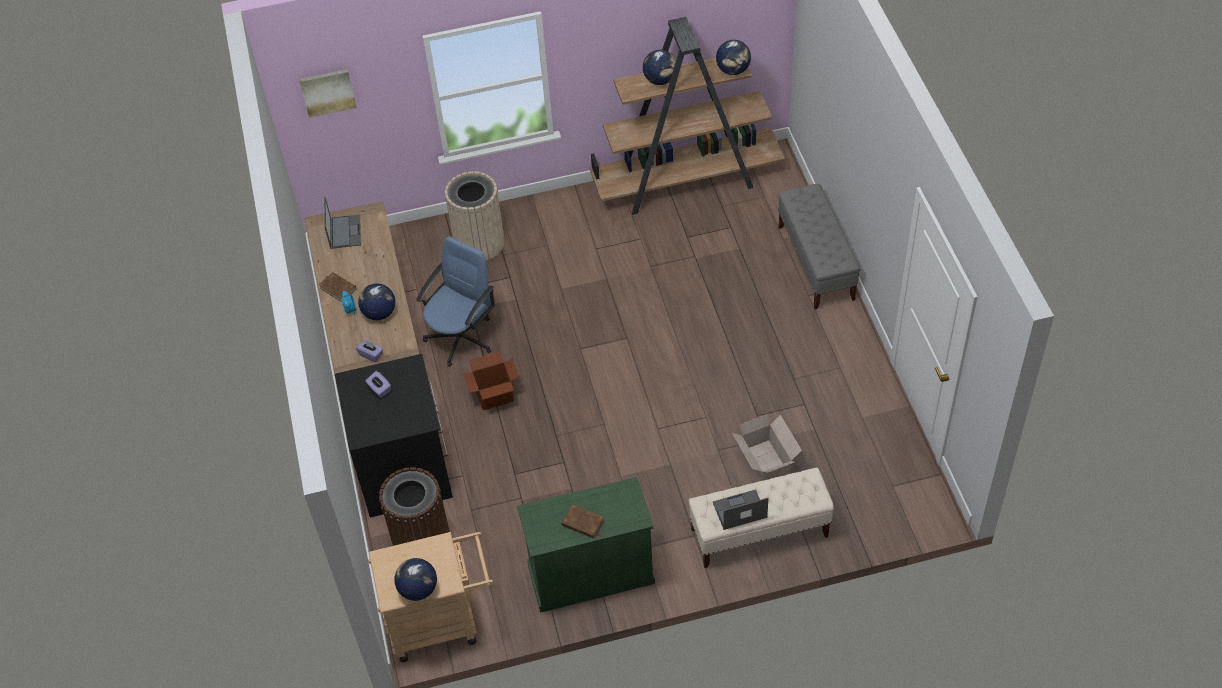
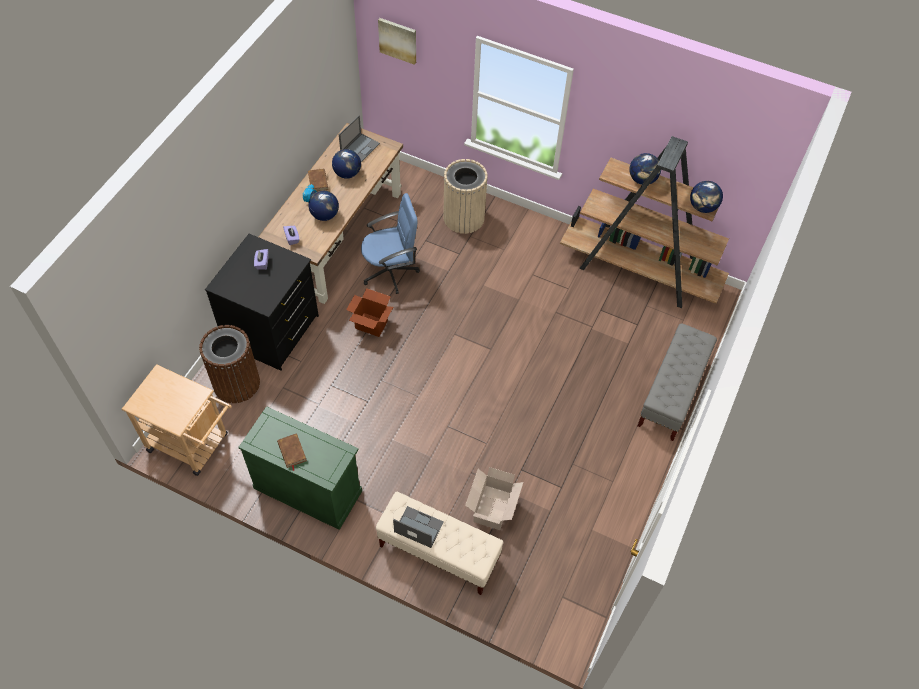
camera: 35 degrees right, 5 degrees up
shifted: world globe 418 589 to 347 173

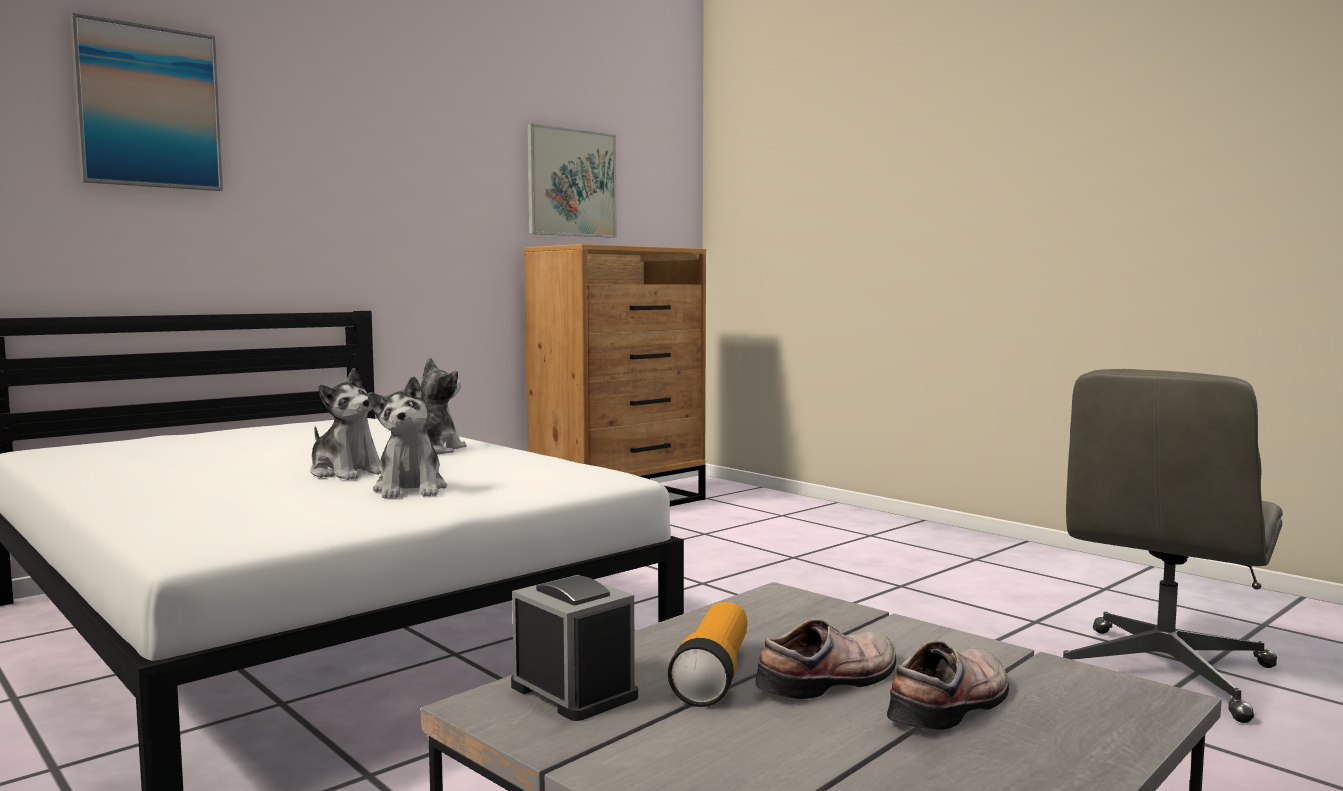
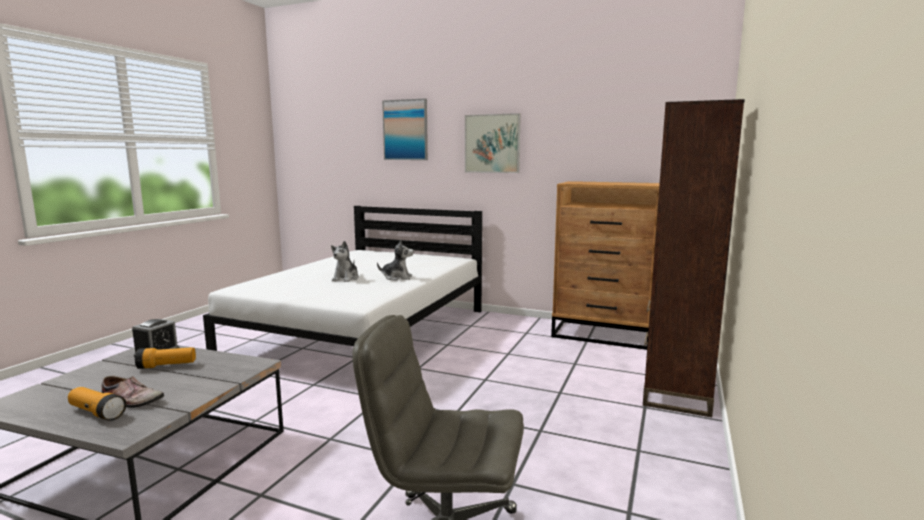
camera: 65 degrees right, 5 degrees up
gone: cuddly toy 410 489; low shoe 833 680
new: hand torch 97 413; brown bookcase 676 392
shifted: wall art 571 183 to 492 143

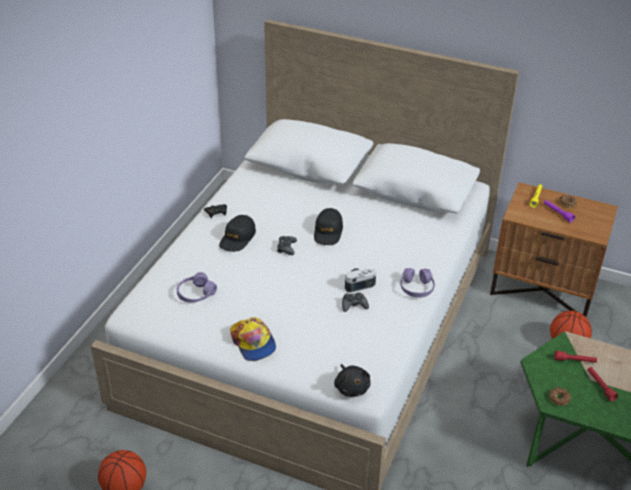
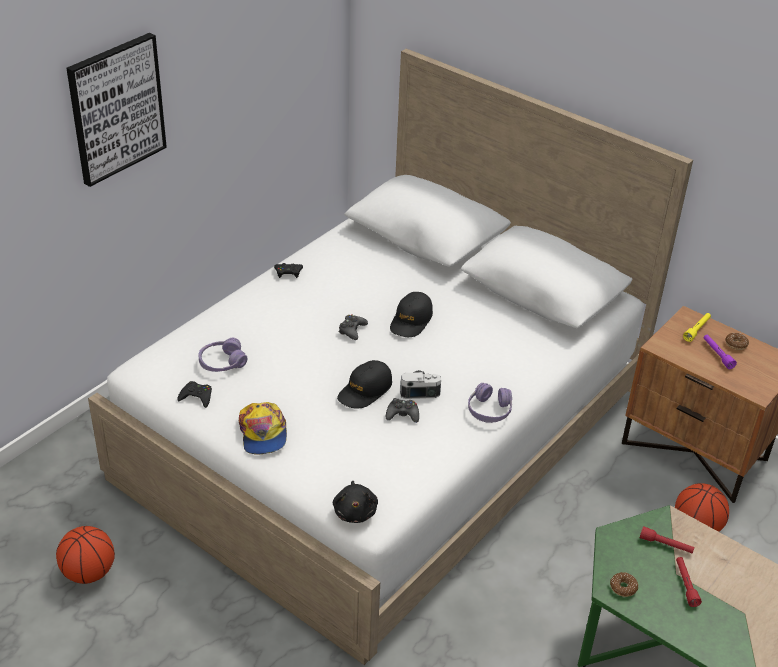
camera: 15 degrees right, 0 degrees up
new: wall art 116 108; black joypad 196 397
shifted: black baseball cap 237 238 to 365 391

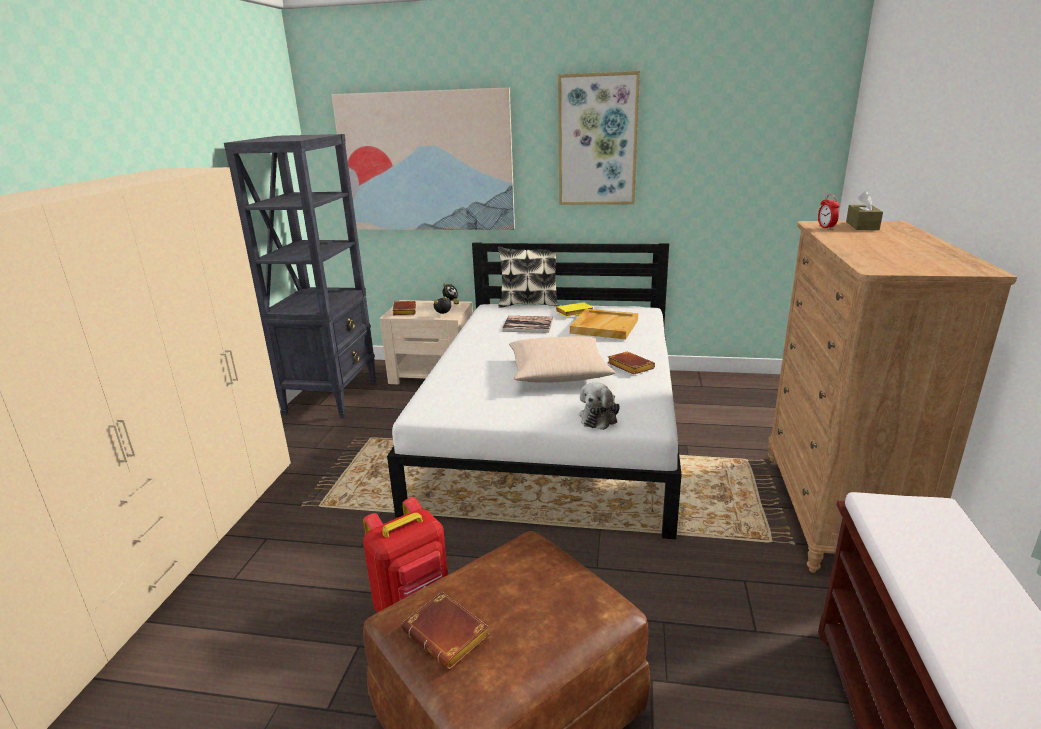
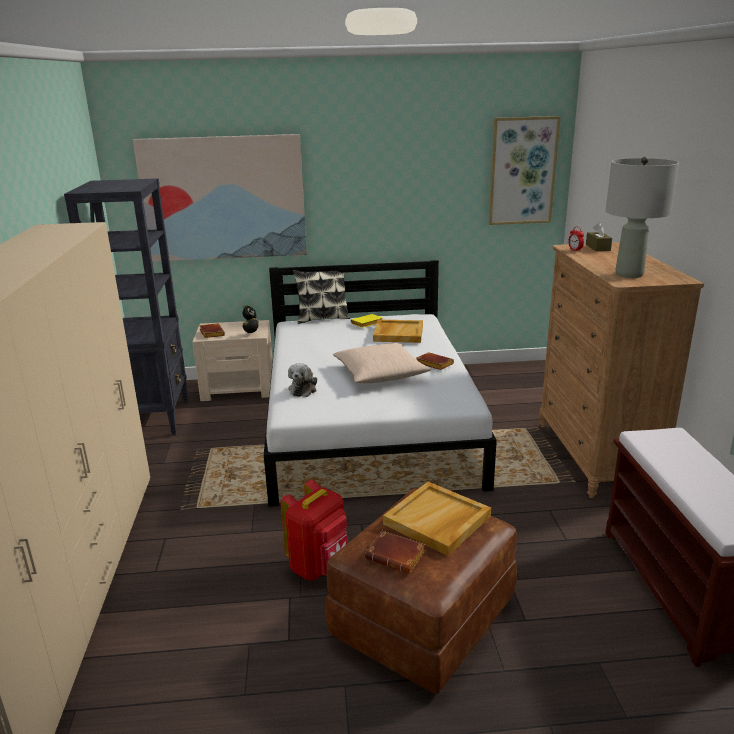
camera: 15 degrees left, 0 degrees up
gone: bound book 528 325
new: sand-coloured tray 437 521; grey table lamp 628 274
shifted: cuddly toy 600 417 to 303 389; wall art 597 140 to 522 171

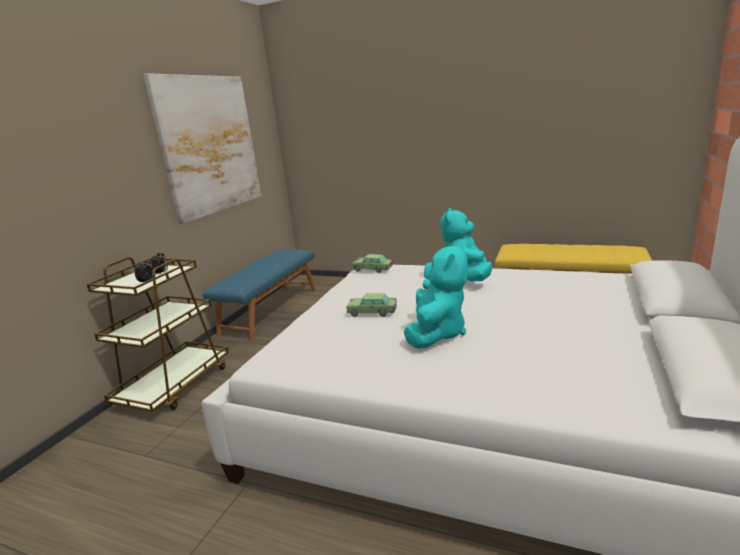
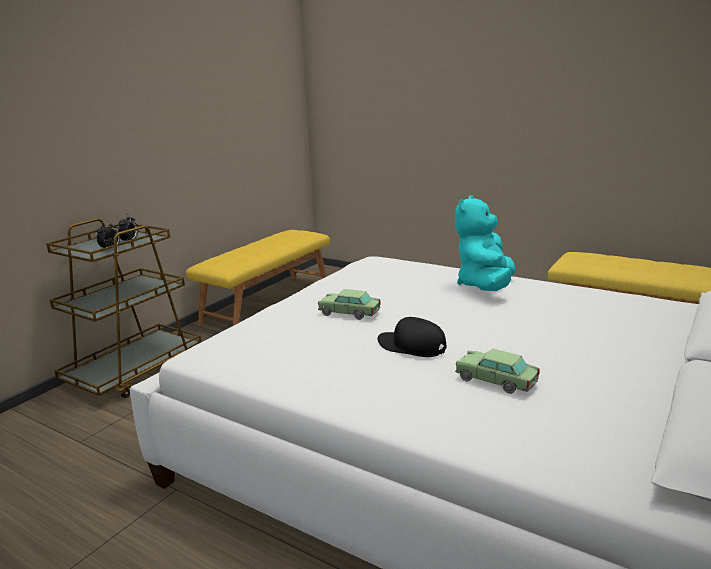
camera: 10 degrees right, 0 degrees up
gone: wall art 210 145
shifted: toy car 372 269 to 496 381
swapped: blue-green cuddly toy 436 333 to black baseball cap 411 346
repainted: bluish long seat 270 311 to yellow long seat 267 302

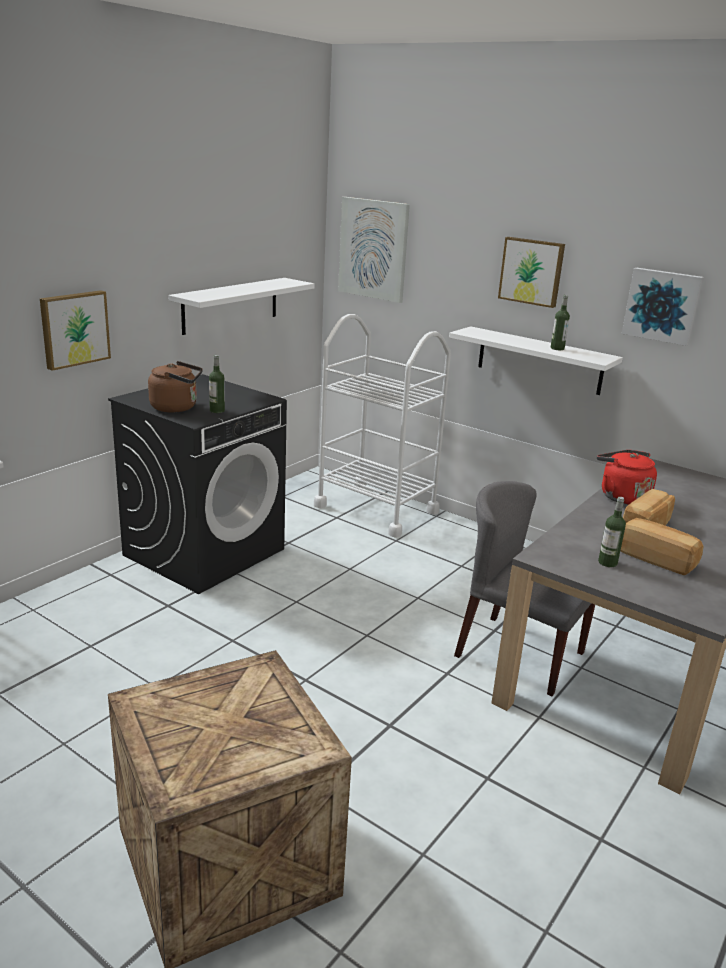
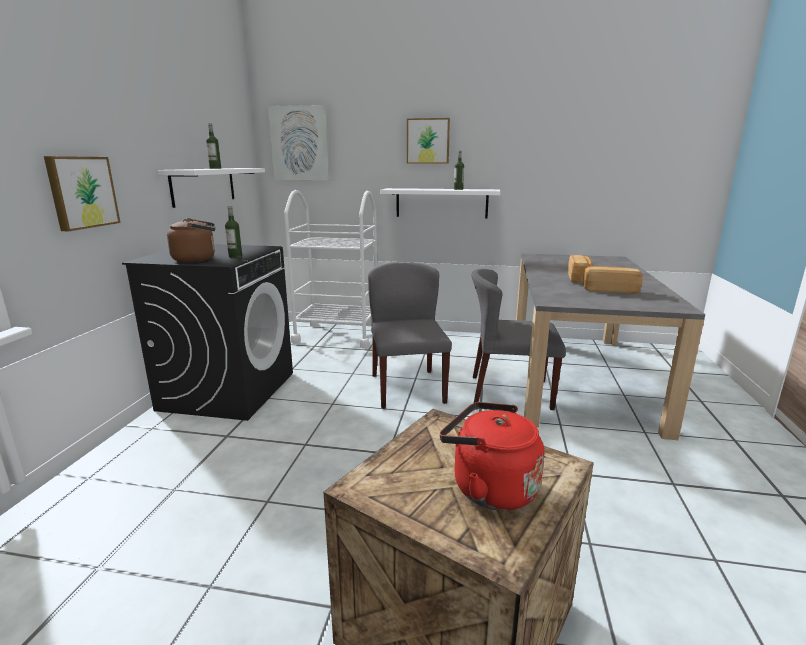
camera: 25 degrees left, 5 degrees down
gone: wall art 662 305
new: grey upright chair 407 388
shifted: beverage bottle 607 562 to 215 168; red-coloured tea kettle 621 496 to 489 487

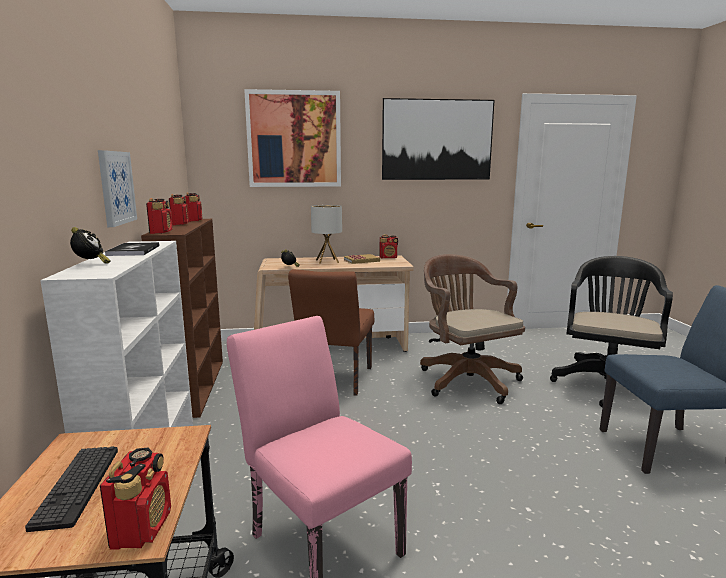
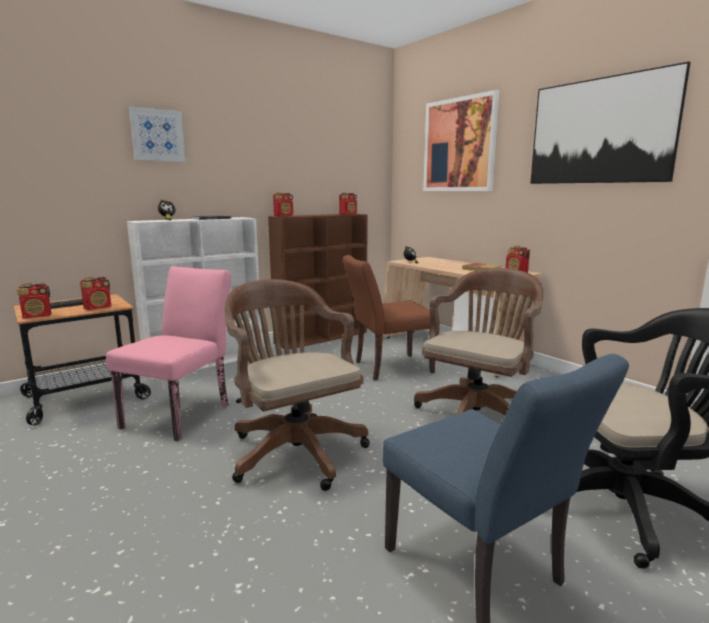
camera: 60 degrees right, 0 degrees up
gone: table lamp 327 261
new: brown computer chair 294 449
shifted: radio set 180 224 to 98 308; wall art 116 187 to 157 135

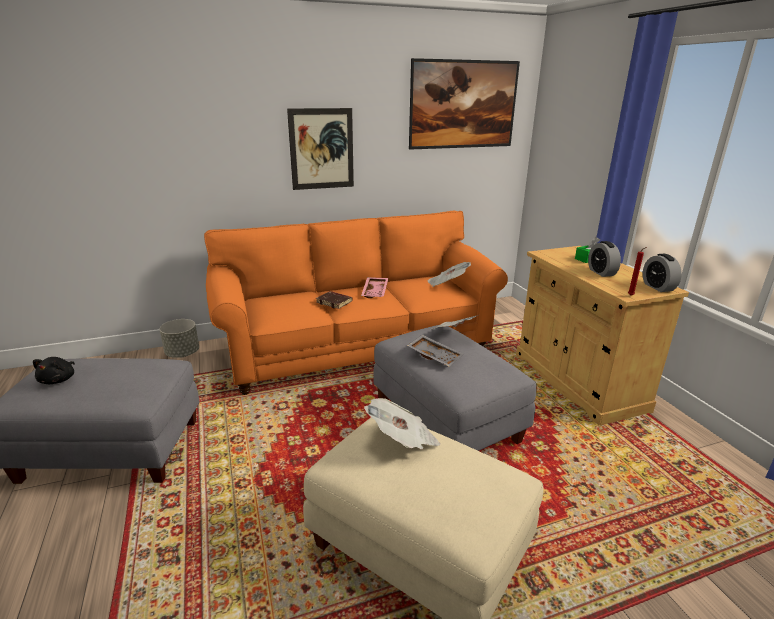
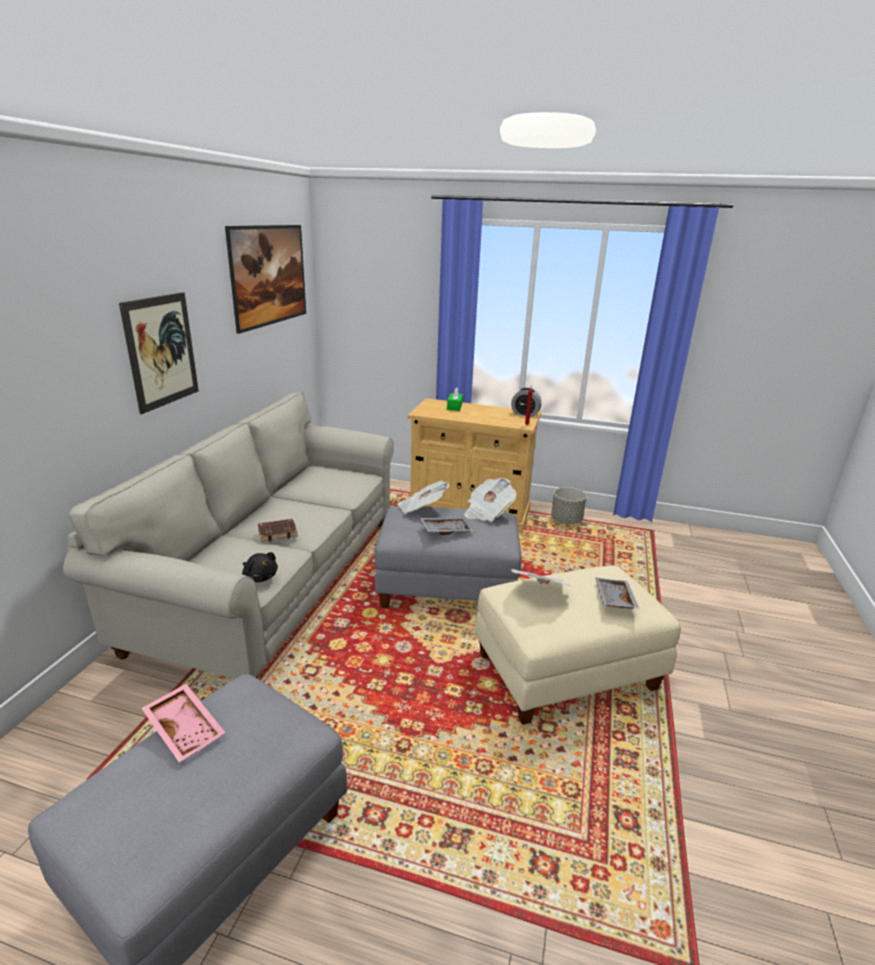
camera: 55 degrees left, 0 degrees up
gone: bedside clock 601 272
new: grey tray 613 599
shifted: pink tray 376 292 to 186 728; black cuddly toy 59 380 to 260 577; daily paper 447 284 to 487 512; grey planter 183 353 to 566 520
repainted: orange settee 356 347 to sand-coloured settee 275 579

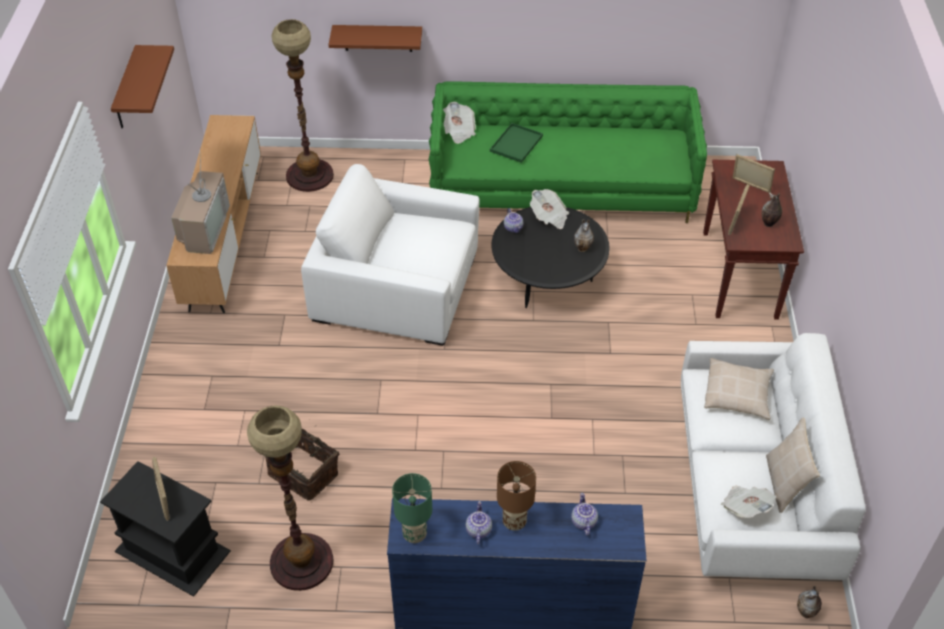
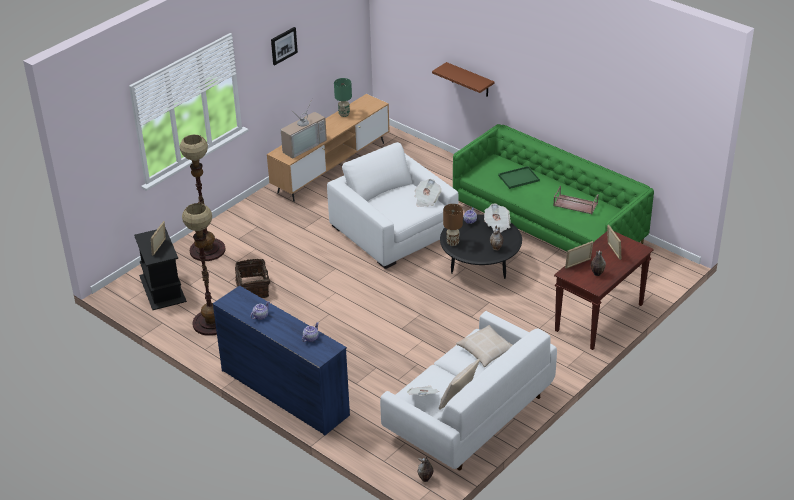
camera: 40 degrees right, 10 degrees down
new: brown tray 575 204
shifted: standing lamp 310 175 to 207 250; green table lamp 414 534 to 344 114; daily paper 458 131 to 426 200; brown table lamp 514 522 to 452 243
swapped: brown wall shelf 126 90 to wall art 283 45

